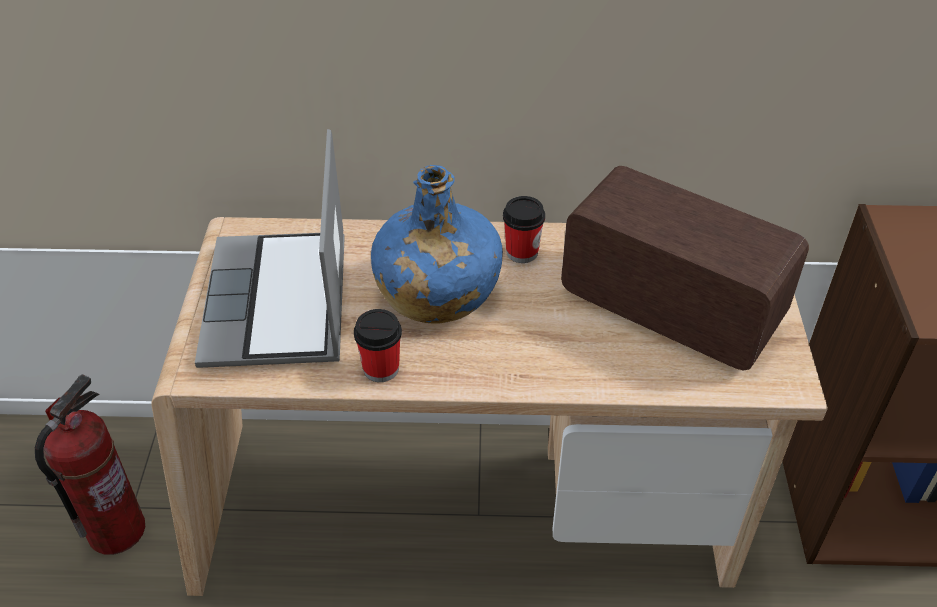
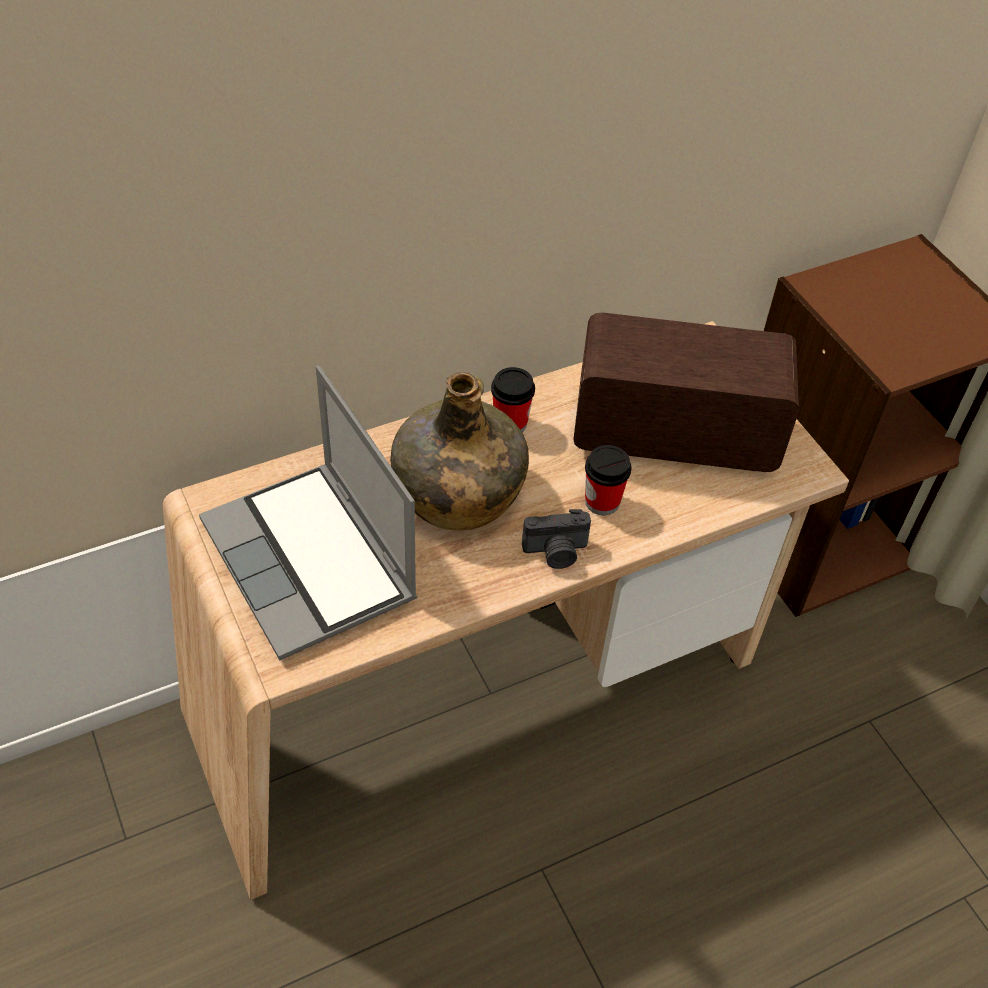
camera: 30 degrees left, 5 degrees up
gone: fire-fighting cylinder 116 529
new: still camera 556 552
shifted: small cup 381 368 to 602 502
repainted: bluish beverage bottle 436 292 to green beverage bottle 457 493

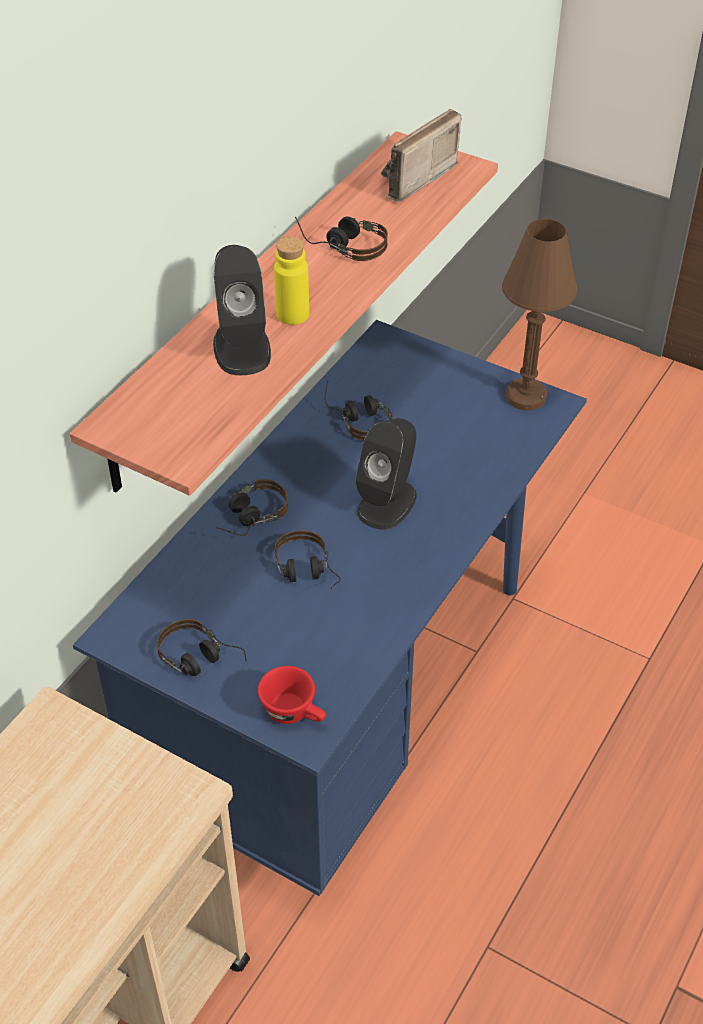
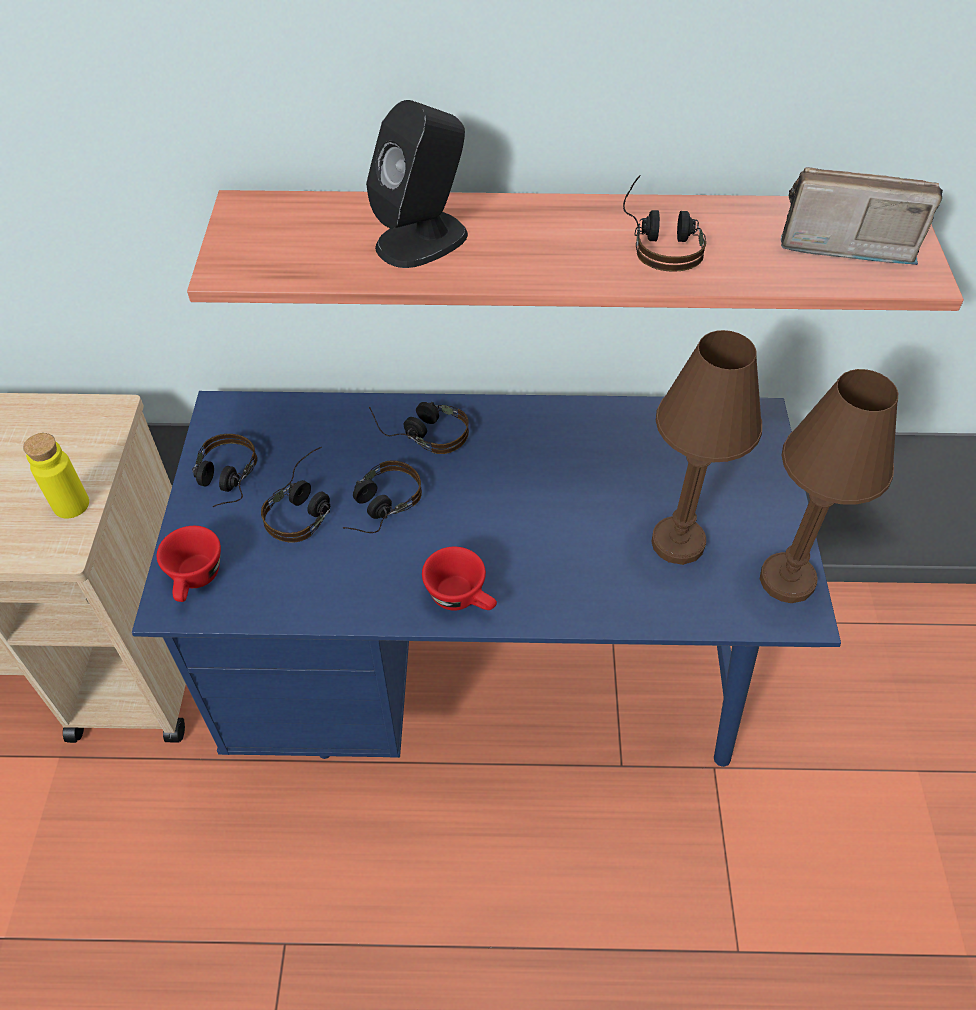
camera: 60 degrees right, 5 degrees up
gone: black audio speaker 387 503
new: red-coloured small cup 462 598; brown table lamp 677 542
shifted: yellow beverage bottle 292 314 to 71 504; headphones 358 418 to 306 505

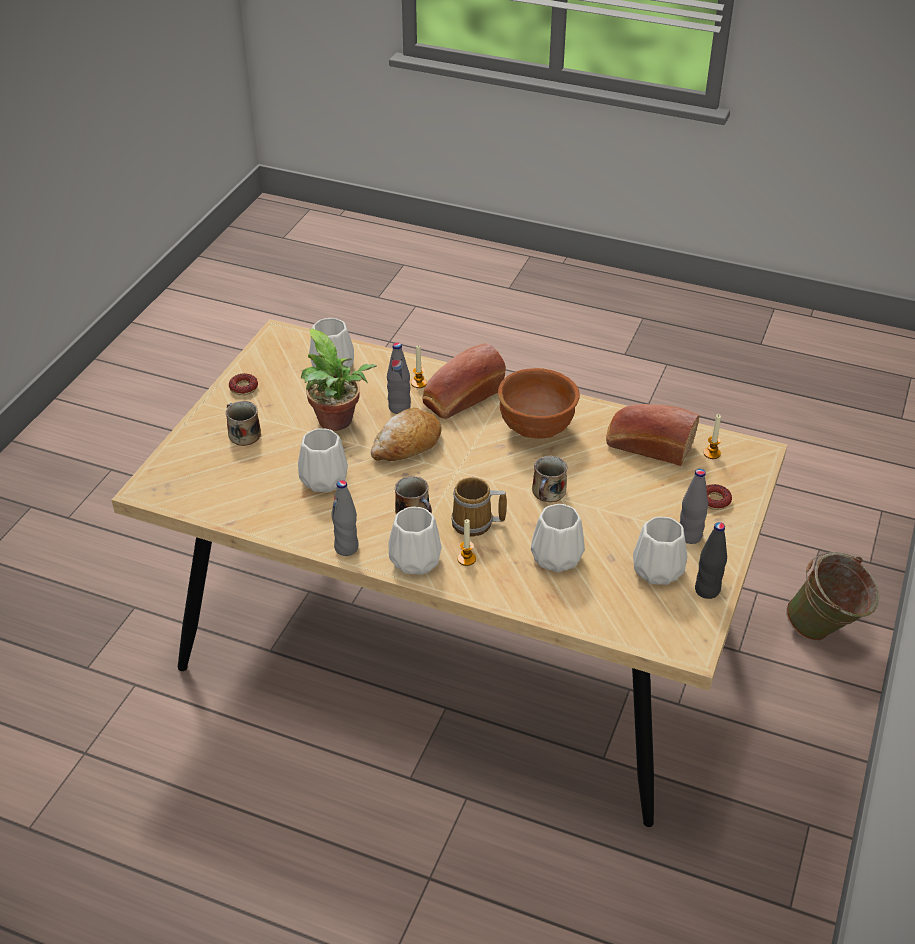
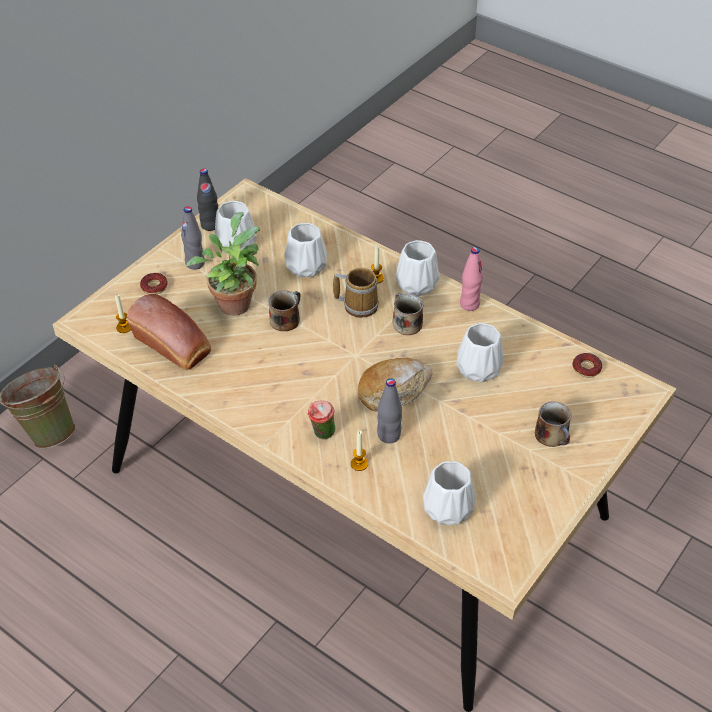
camera: 165 degrees left, 5 degrees up
gone: brown serving bowl 537 429
shifted: plant in a pot 337 423 to 233 301; donut 243 387 to 586 368
swapped: bread 461 398 to small cup 322 435
repainted: grey beverage bottle 346 548 to pink beverage bottle 469 304

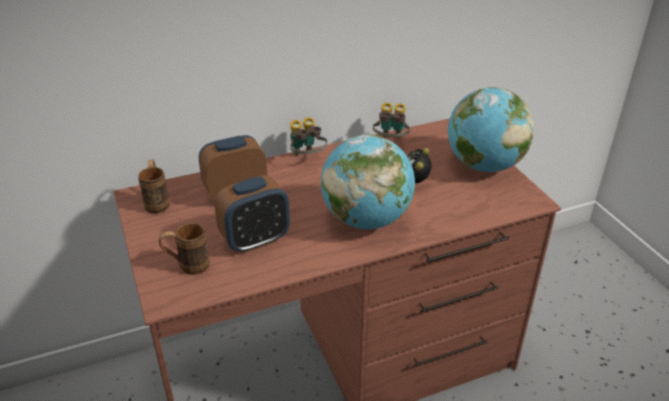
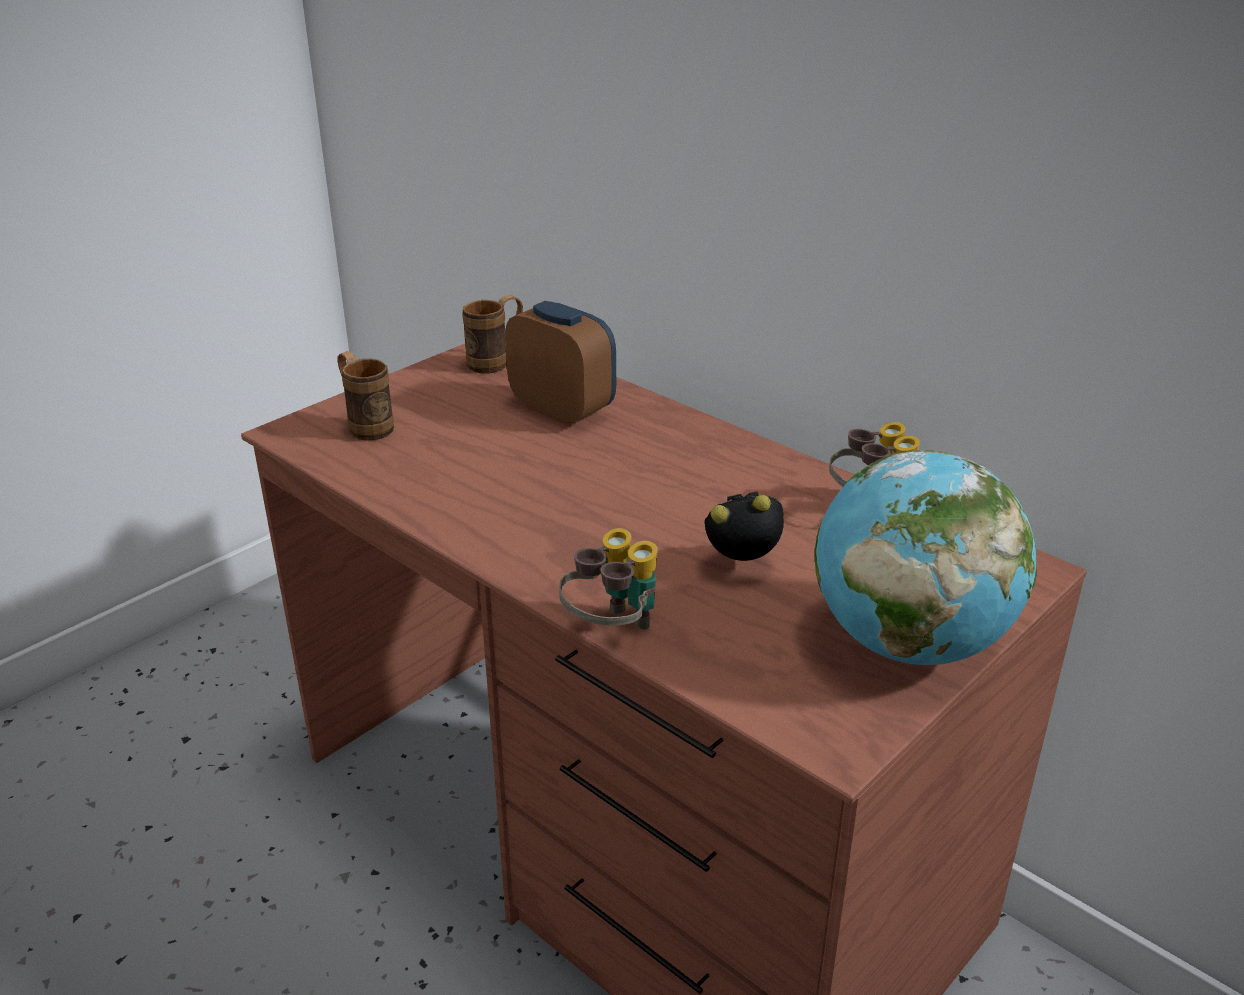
camera: 65 degrees right, 5 degrees down
gone: bedside clock 255 240; world globe 366 219
shifted: binoculars 307 158 to 612 630

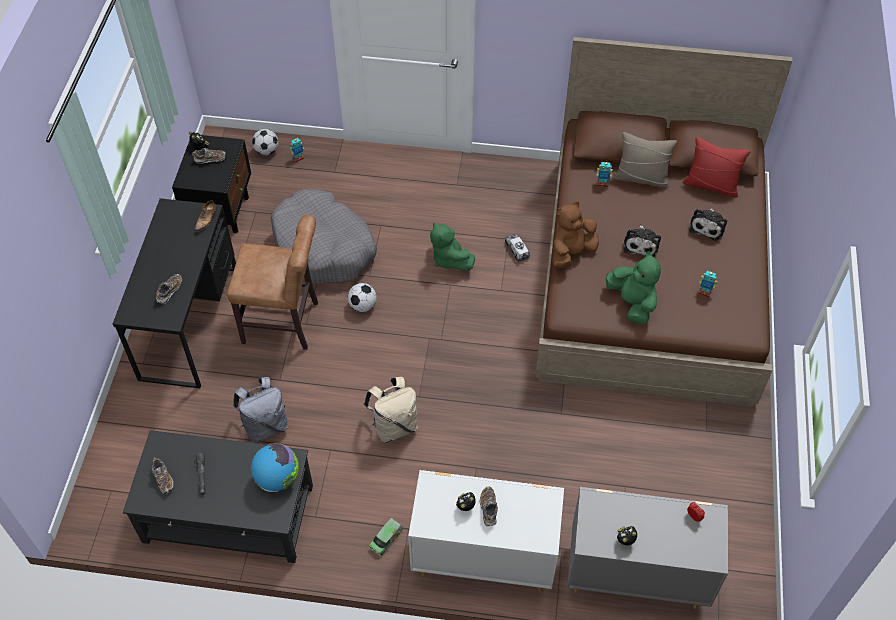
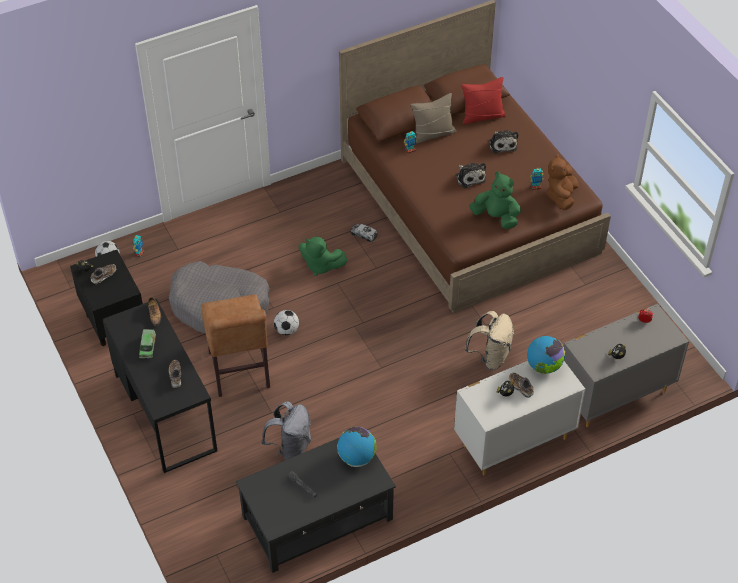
camera: 35 degrees left, 5 degrees down
gone: low shoe 163 479
new: world globe 544 366
shifted: model truck 386 539 to 148 347; sand-coloured backpack 394 426 to 490 357; brown cuddly toy 571 252 to 561 196
rotated: brown upright chair 285 323 = 240 373 105 degrees clockwise

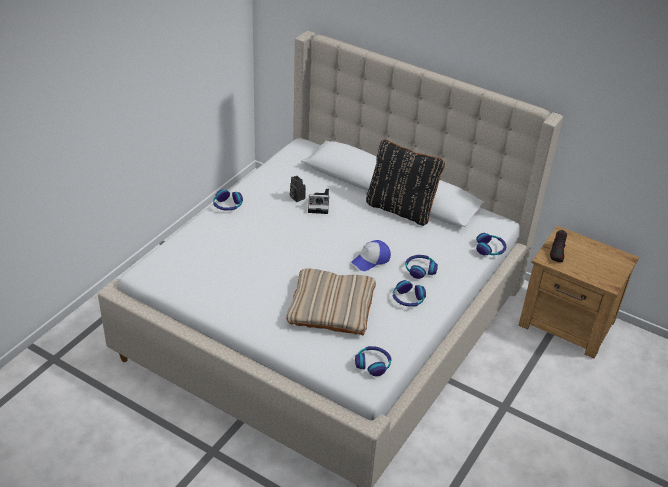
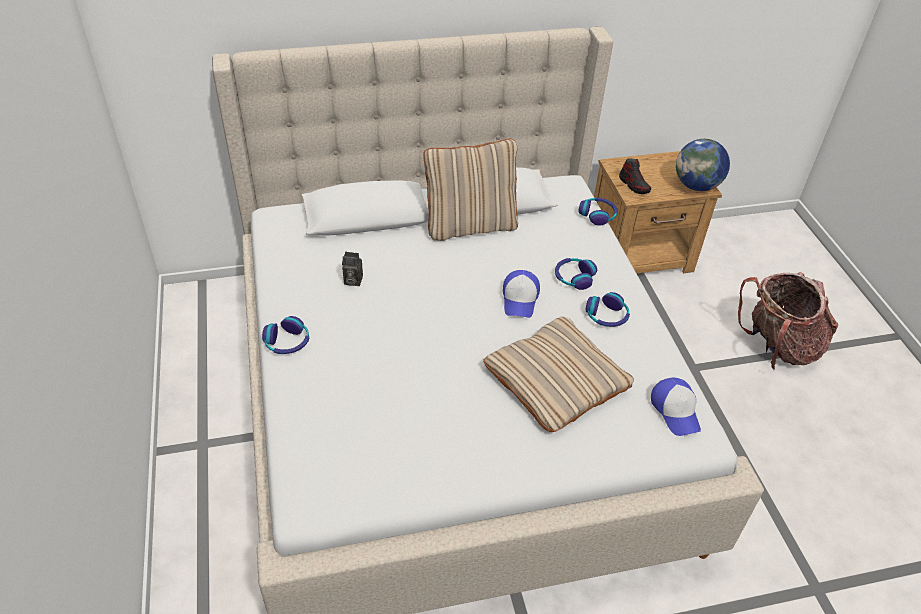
camera: 45 degrees left, 5 degrees up
gone: still camera 319 205
new: world globe 696 186; backpack 777 347
swapped: headphones 373 364 to baseball cap 675 410
repainted: black throw pillow 401 209 to sand-coloured throw pillow 470 225

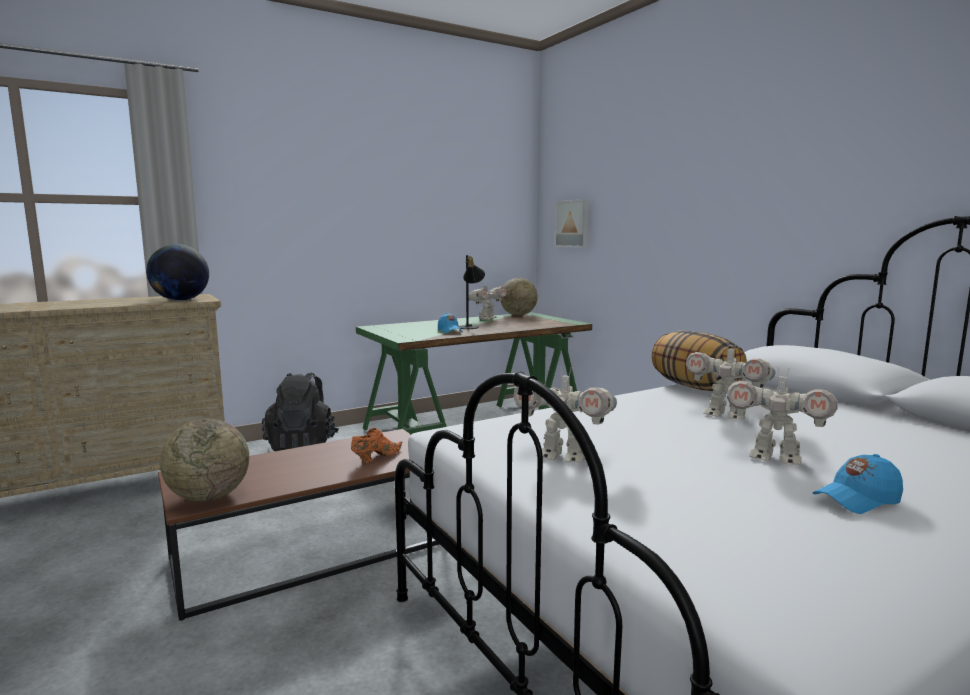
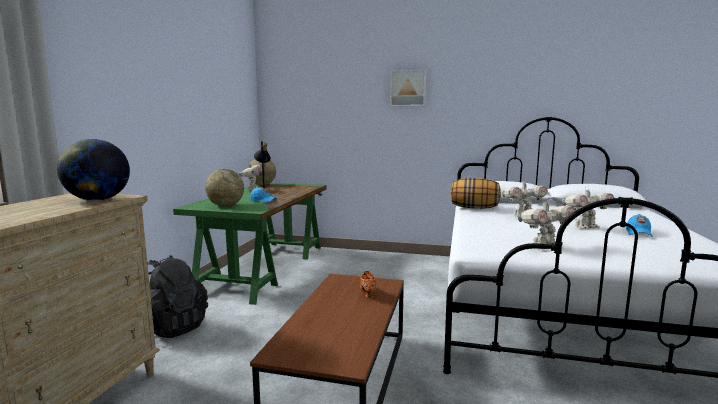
camera: 45 degrees left, 0 degrees up
shifted: world globe 209 497 to 225 206; wall art 573 223 to 408 88

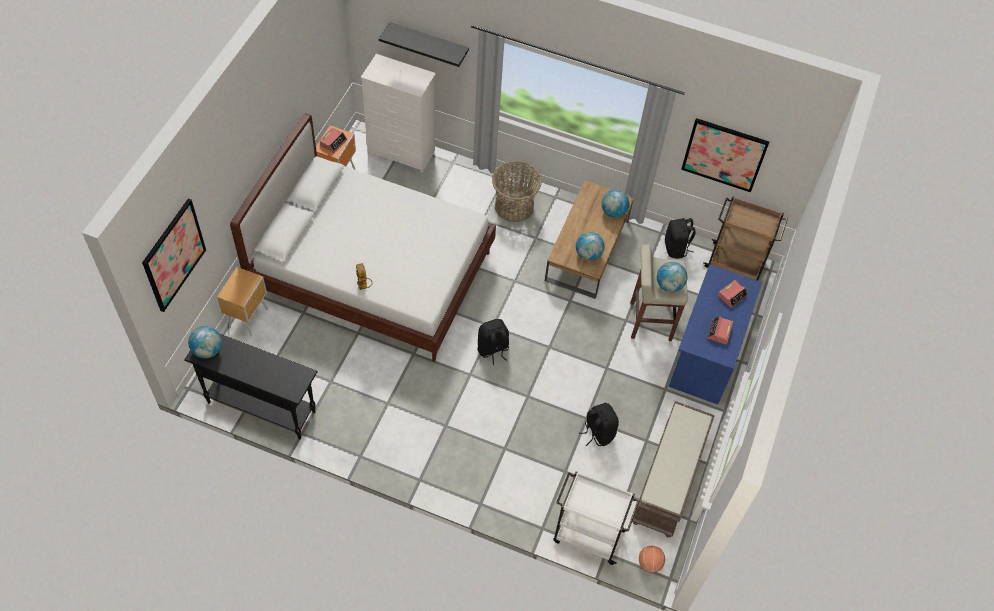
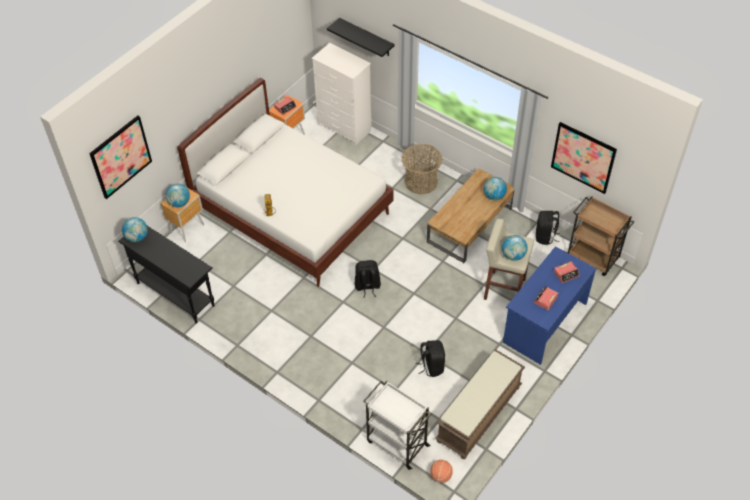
camera: 20 degrees right, 5 degrees down
shifted: world globe 588 254 to 179 203

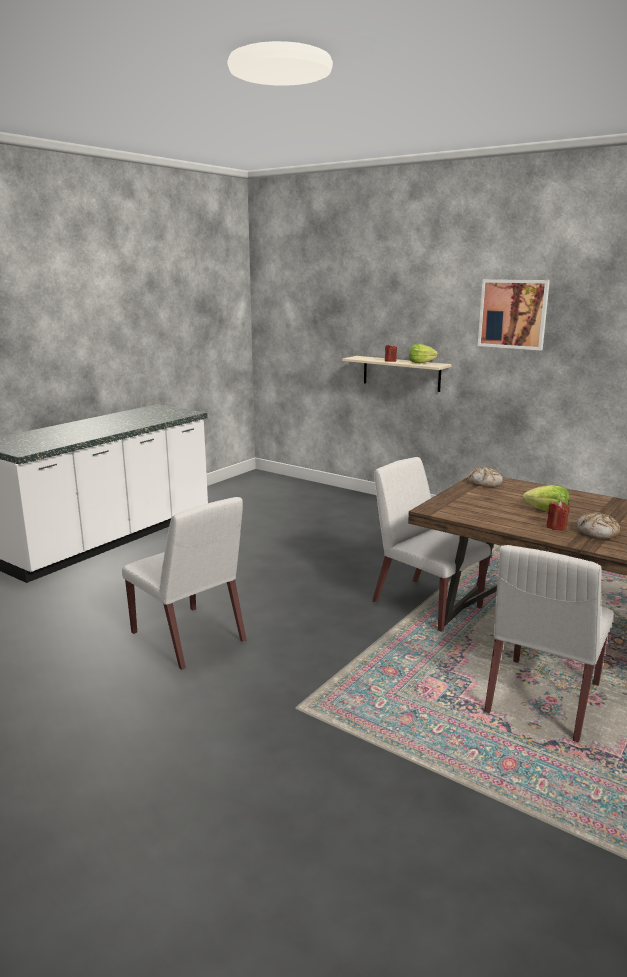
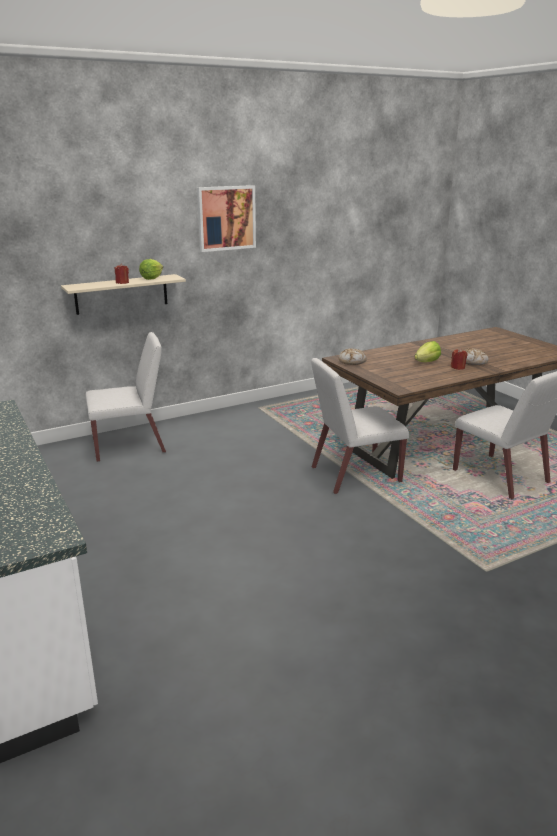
camera: 65 degrees left, 5 degrees up
shifted: white upright chair 189 638 to 130 445

